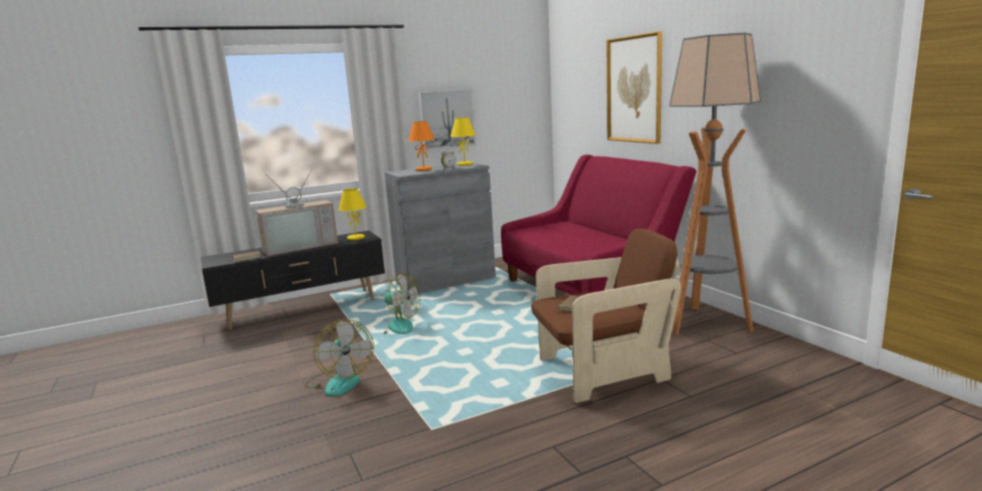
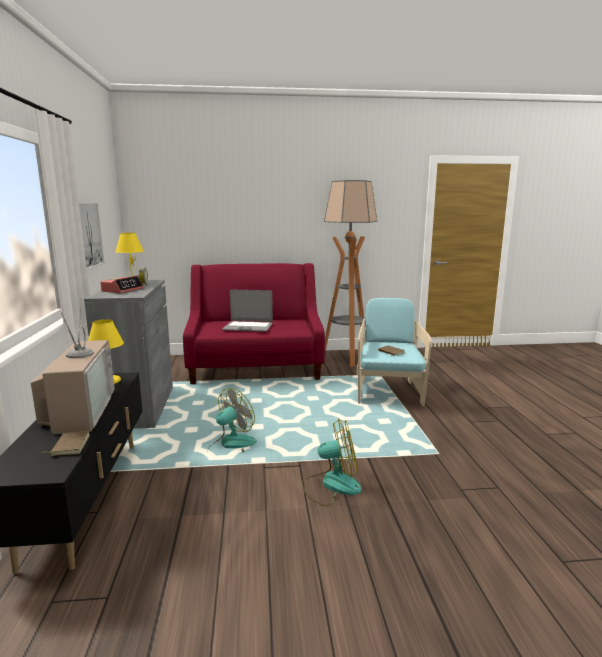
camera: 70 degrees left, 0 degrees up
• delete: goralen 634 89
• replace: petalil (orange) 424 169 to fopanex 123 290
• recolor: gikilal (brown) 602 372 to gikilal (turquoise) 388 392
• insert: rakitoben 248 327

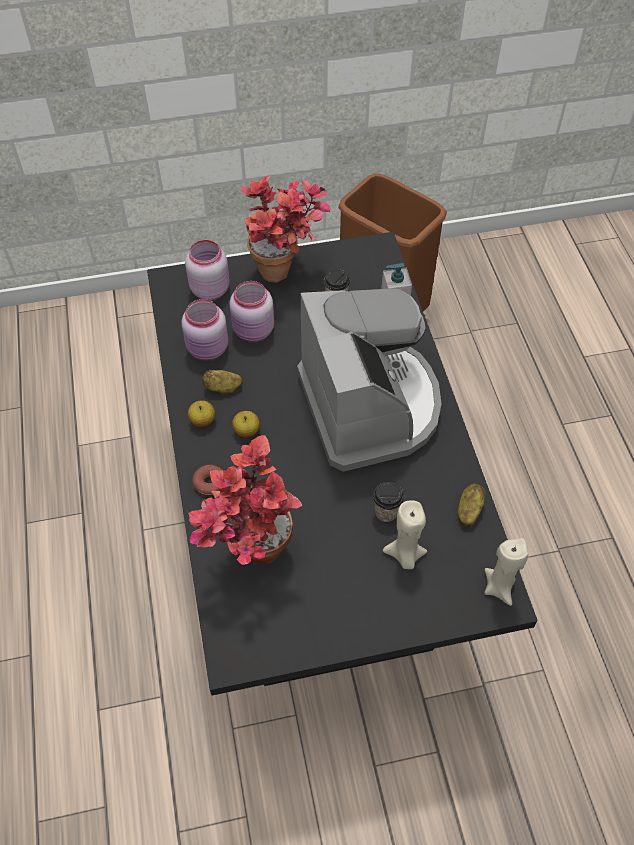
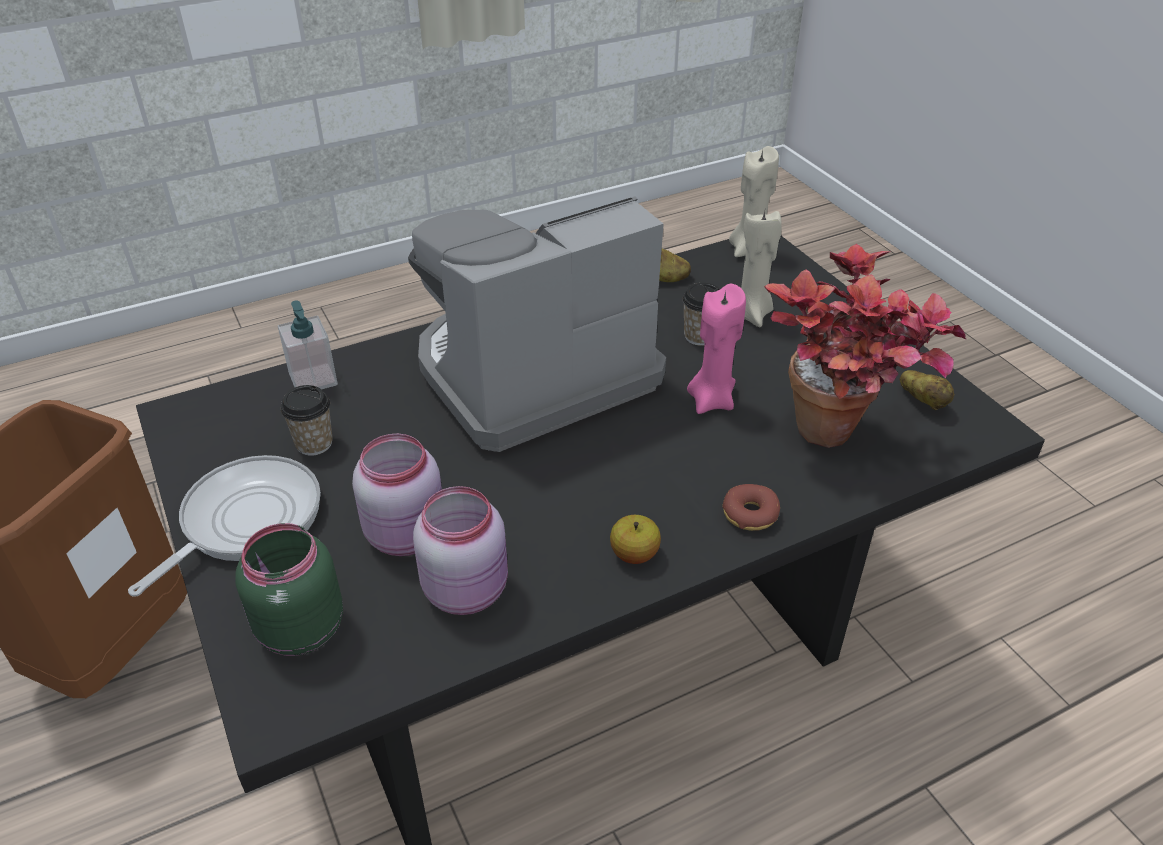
camera: 105 degrees left, 15 degrees down
• replace: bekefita 286 272 to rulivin 245 521
• recolor: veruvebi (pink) 209 288 to veruvebi (green) 298 630
• move: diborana 223 388 to 923 401
• delete: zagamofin 246 431
• insert: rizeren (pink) 711 400

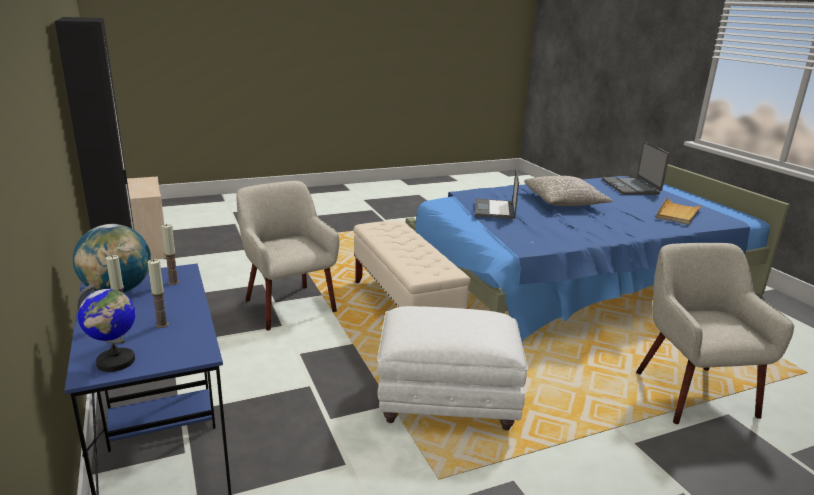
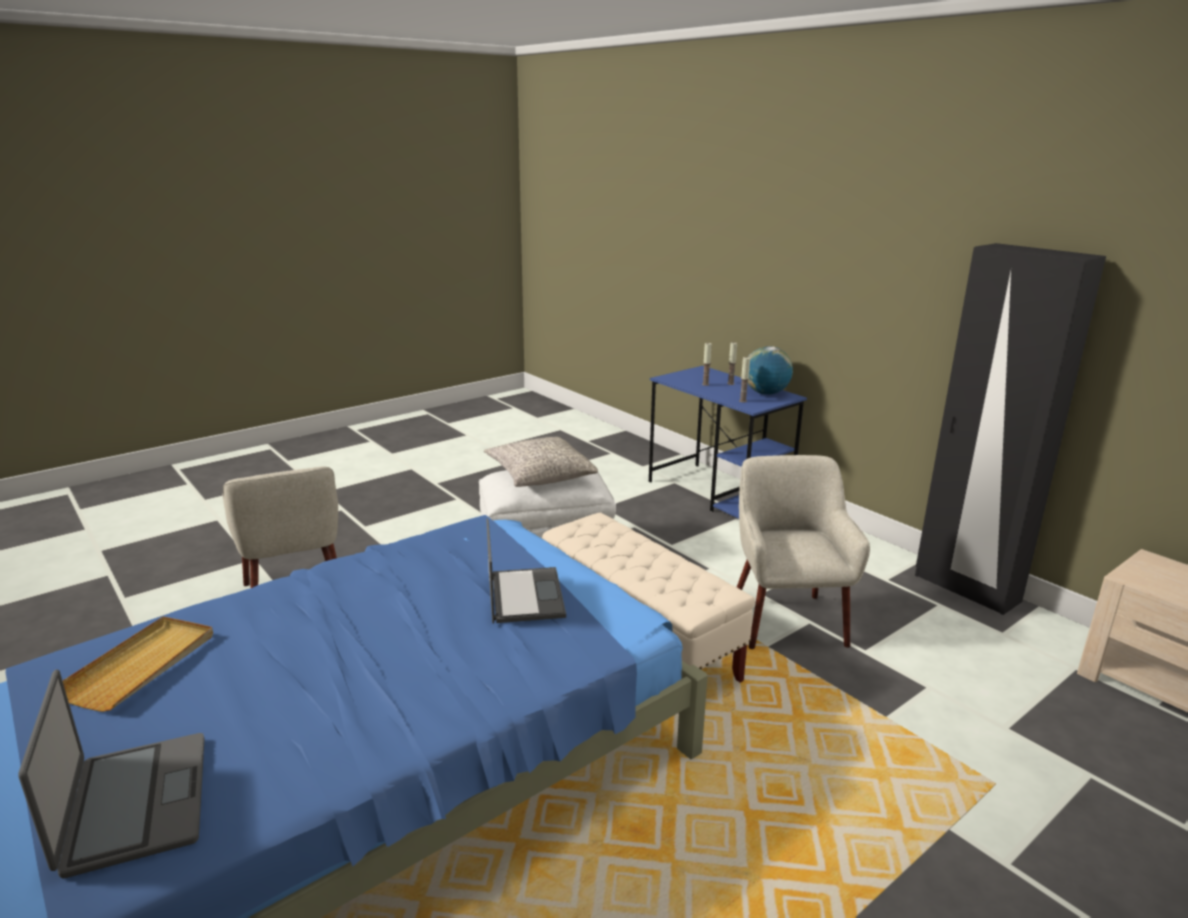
camera: 165 degrees right, 0 degrees up
• move: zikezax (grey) 564 202 to 539 475
• rotate: gikilal (beige) 288 306 = 786 620 135 degrees counterclockwise
• delete: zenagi 116 362

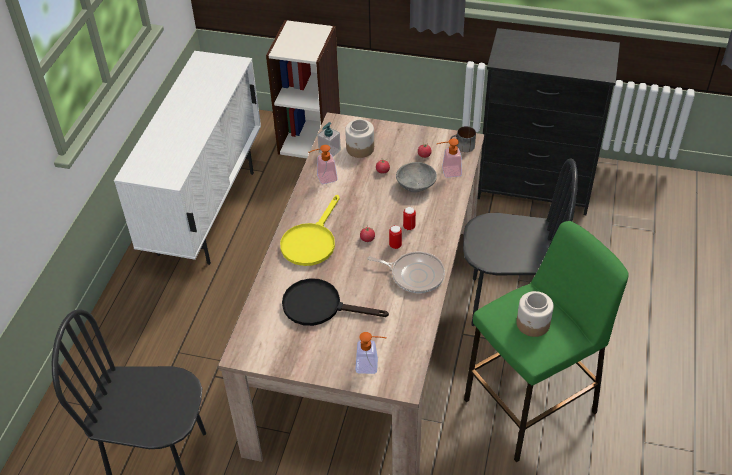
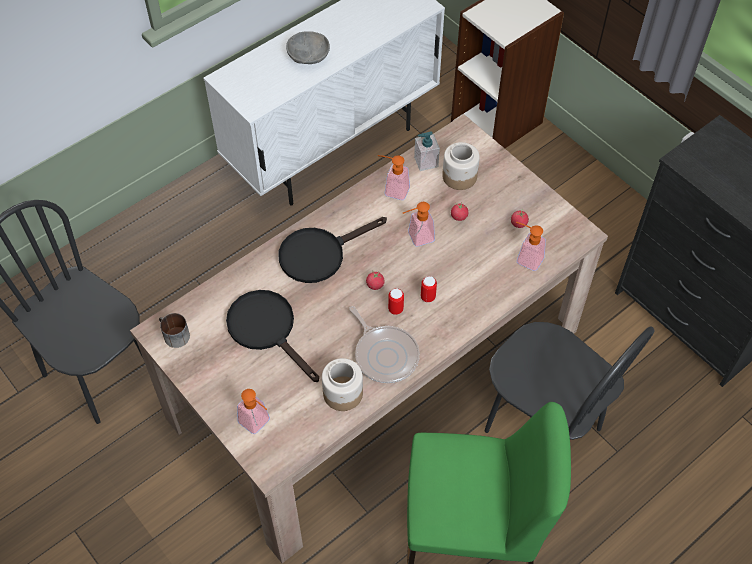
camera: 35 degrees right, 10 degrees up
• move: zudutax 462 146 to 173 335
• move: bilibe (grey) 416 186 to 309 58
• recolor: rulivin (yellow) 311 241 to rulivin (black) 320 253
• move: veruvebi 533 324 to 342 394
• insert: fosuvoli 416 238

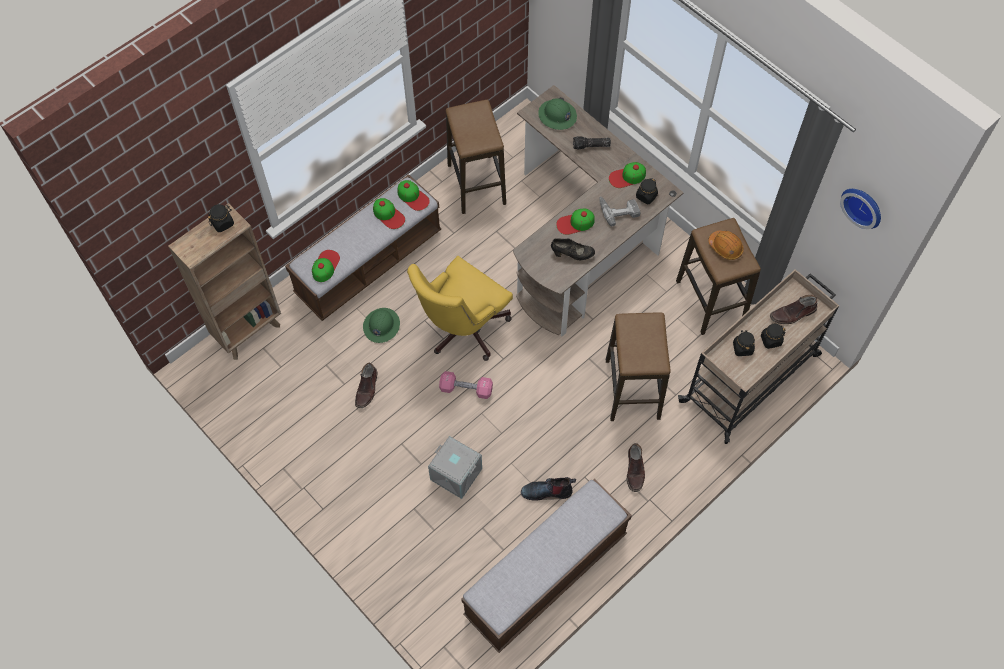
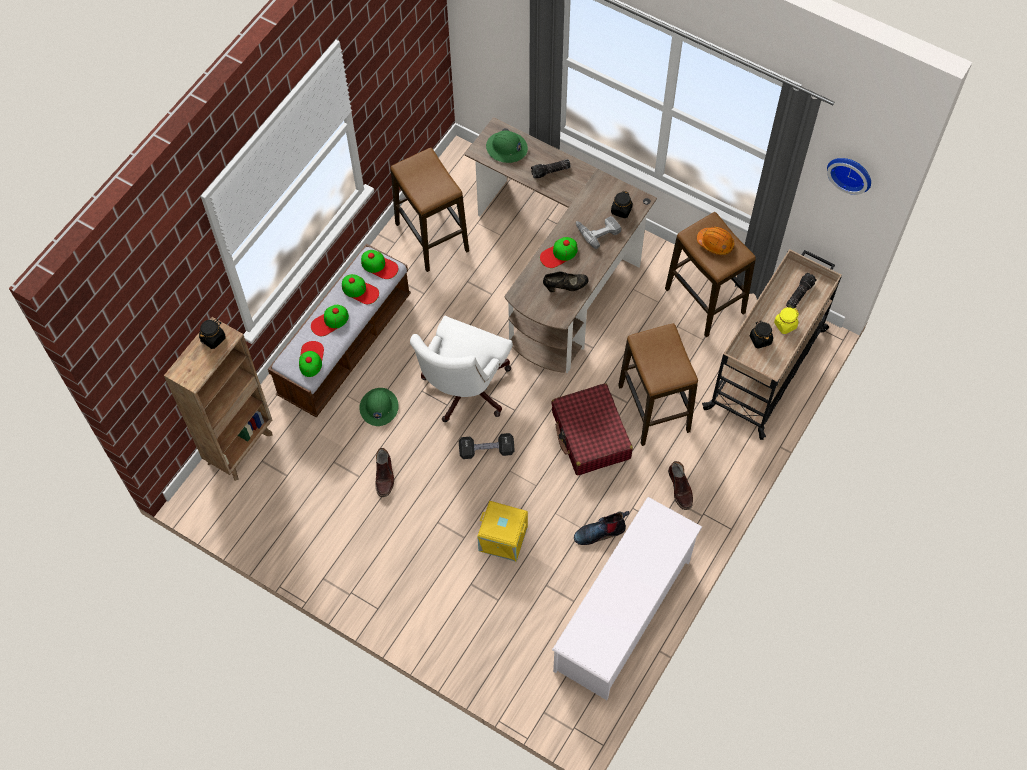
camera: 15 degrees left, 0 degrees up
• move: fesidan 627 177 to 330 322
• recolor: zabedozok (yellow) 461 329 to zabedozok (white) 463 391
• replace: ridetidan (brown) 793 314 to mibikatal 799 294
• recolor: veruvebi (black) 770 340 to veruvebi (yellow) 785 325
• recolor: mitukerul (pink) 466 389 to mitukerul (black) 486 450
• recolor: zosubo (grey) 455 474 to zosubo (yellow) 502 539
• replace: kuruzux 545 575 to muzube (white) 623 615
• insert: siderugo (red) 590 435

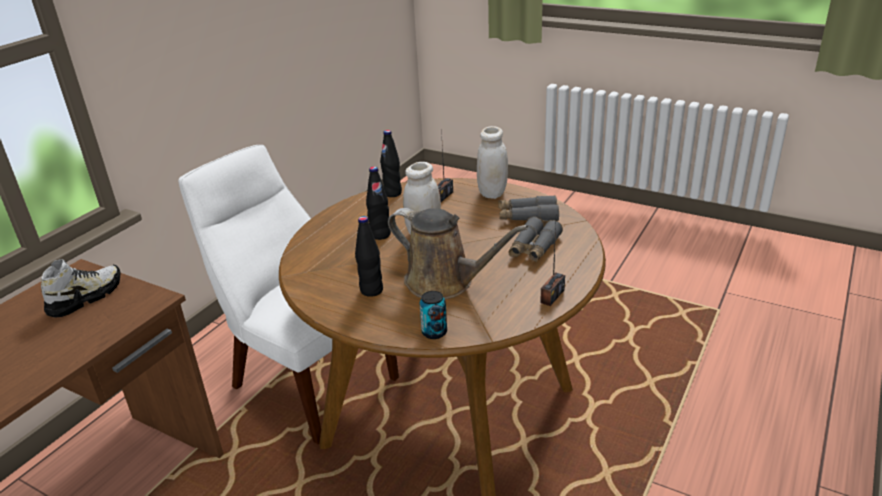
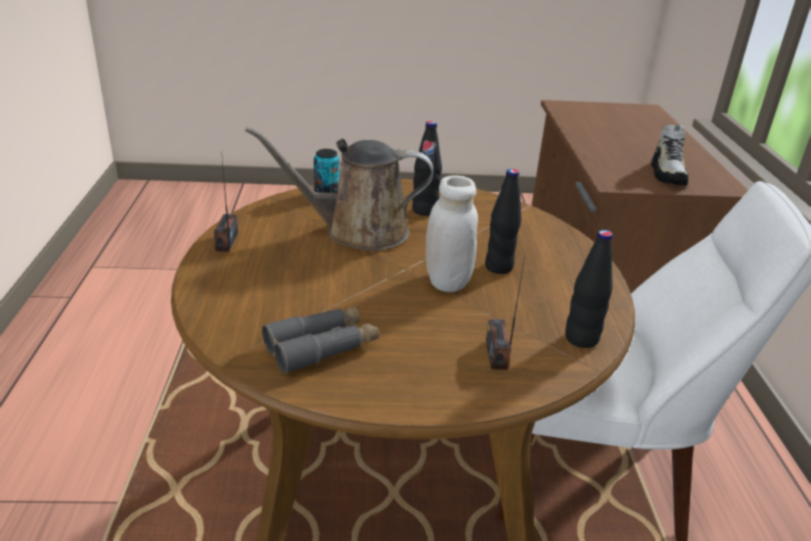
camera: 145 degrees right, 0 degrees up
• delete: veruvebi (white) 492 193
• delete: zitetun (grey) 534 248

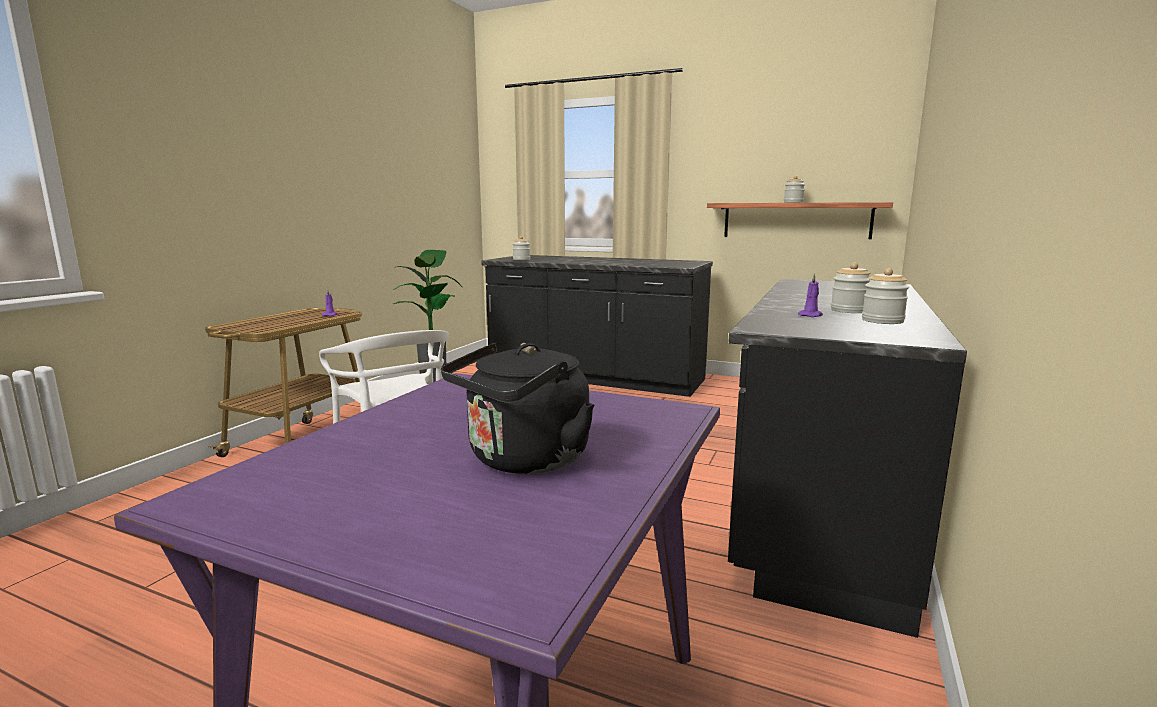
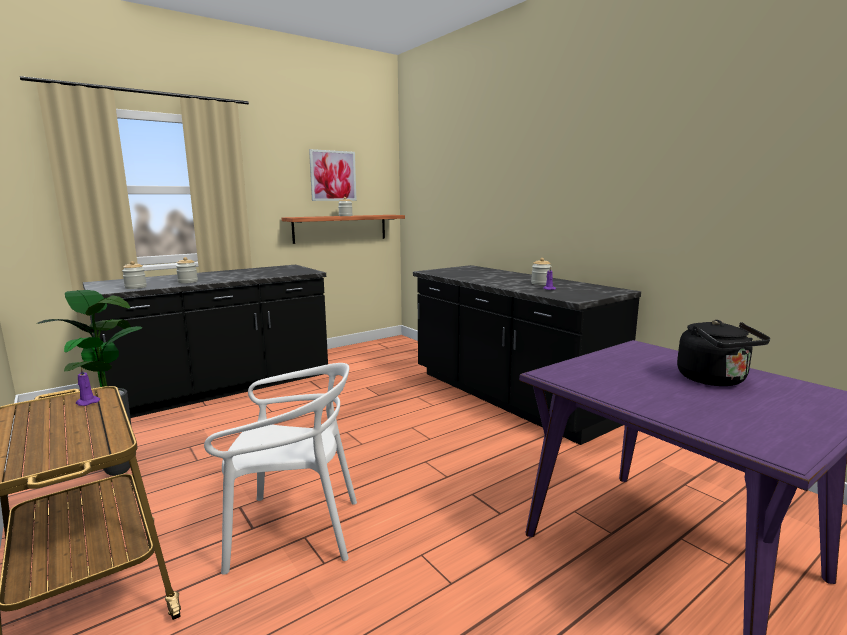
camera: 60 degrees left, 0 degrees up
• move: veruvebi 882 321 to 188 282
• insert: goralen 333 176

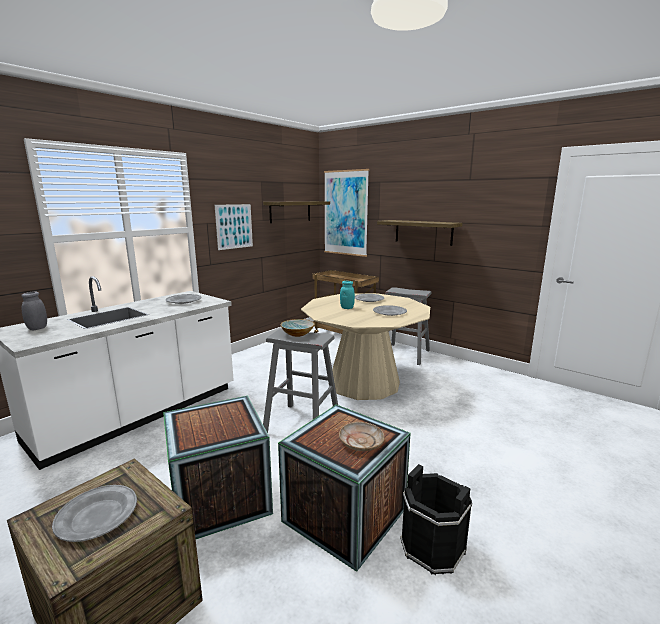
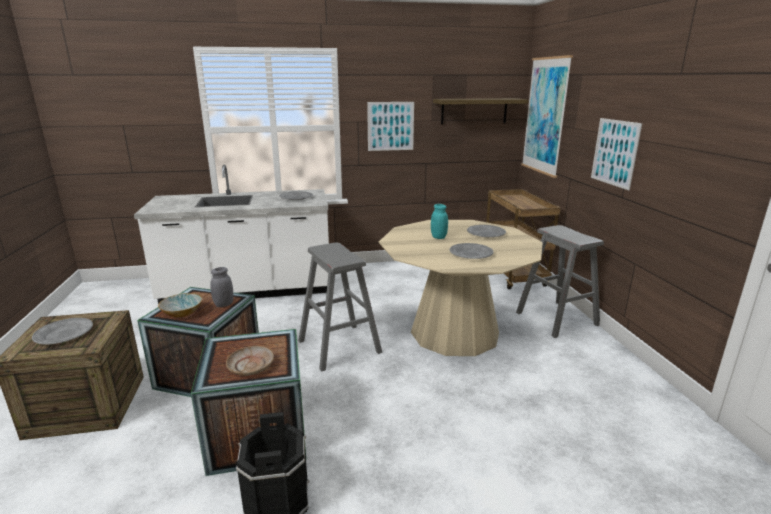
camera: 40 degrees right, 5 degrees up
• replace: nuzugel 423 232 to goralen 614 152
• move: veruvebi (grey) 37 328 to 224 304
• move: bilibe 297 334 to 183 313

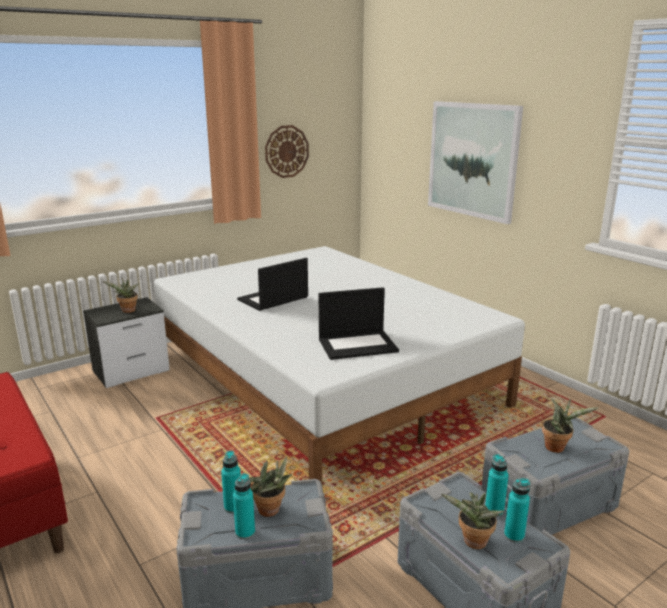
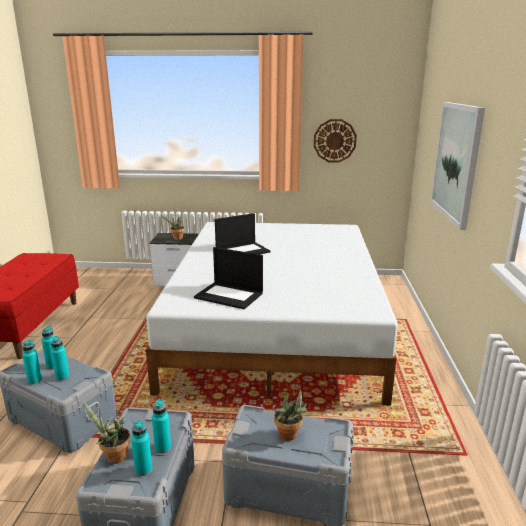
camera: 40 degrees right, 0 degrees up
• rotate: rakitoben 273 299 = 243 251 150 degrees clockwise
• replace: bekefita 271 511 to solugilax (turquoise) 62 377

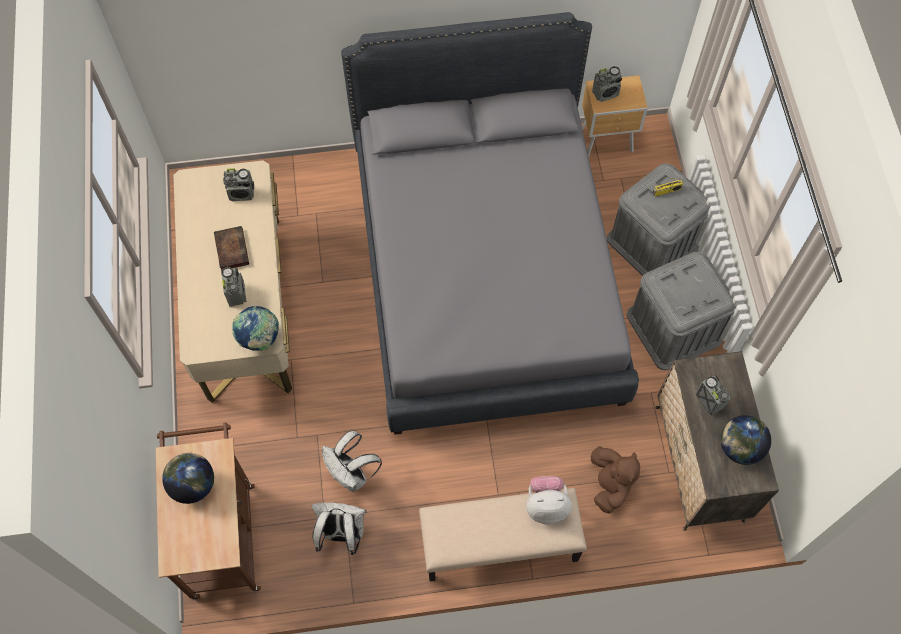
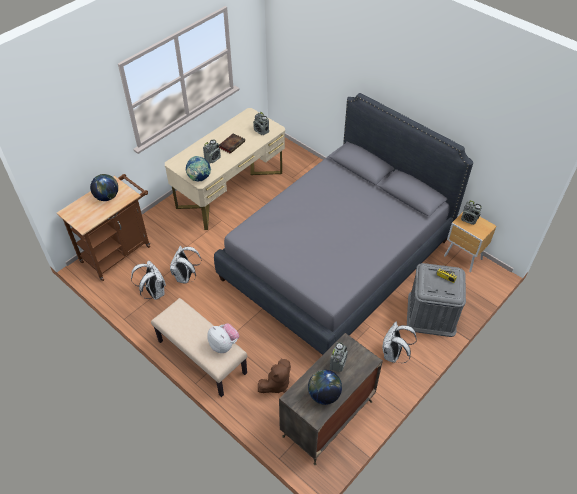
camera: 50 degrees right, 15 degrees down
• replace: zosubo (grey) 674 327 to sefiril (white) 393 355

